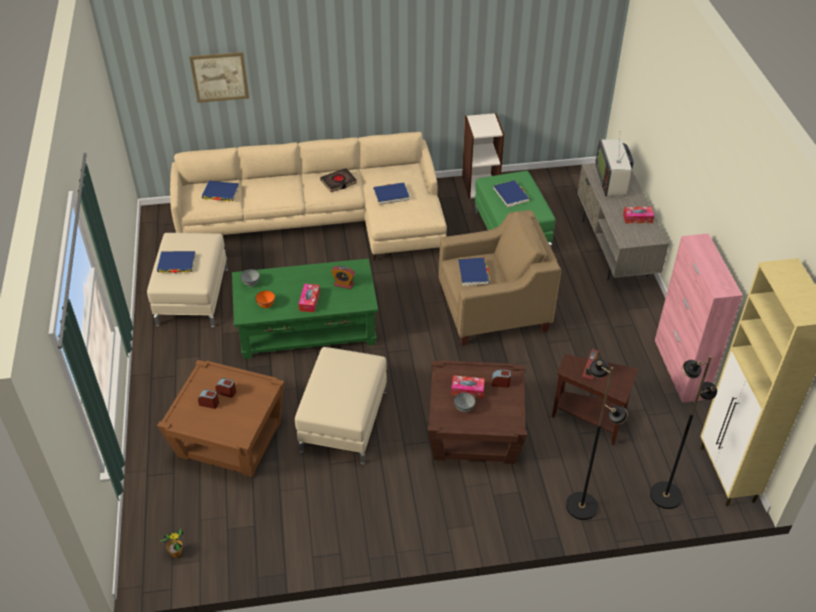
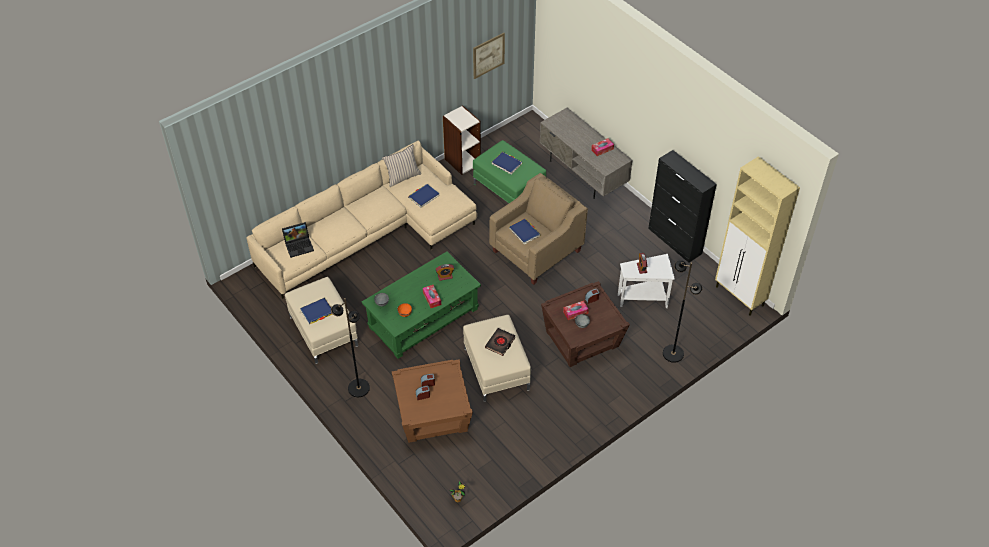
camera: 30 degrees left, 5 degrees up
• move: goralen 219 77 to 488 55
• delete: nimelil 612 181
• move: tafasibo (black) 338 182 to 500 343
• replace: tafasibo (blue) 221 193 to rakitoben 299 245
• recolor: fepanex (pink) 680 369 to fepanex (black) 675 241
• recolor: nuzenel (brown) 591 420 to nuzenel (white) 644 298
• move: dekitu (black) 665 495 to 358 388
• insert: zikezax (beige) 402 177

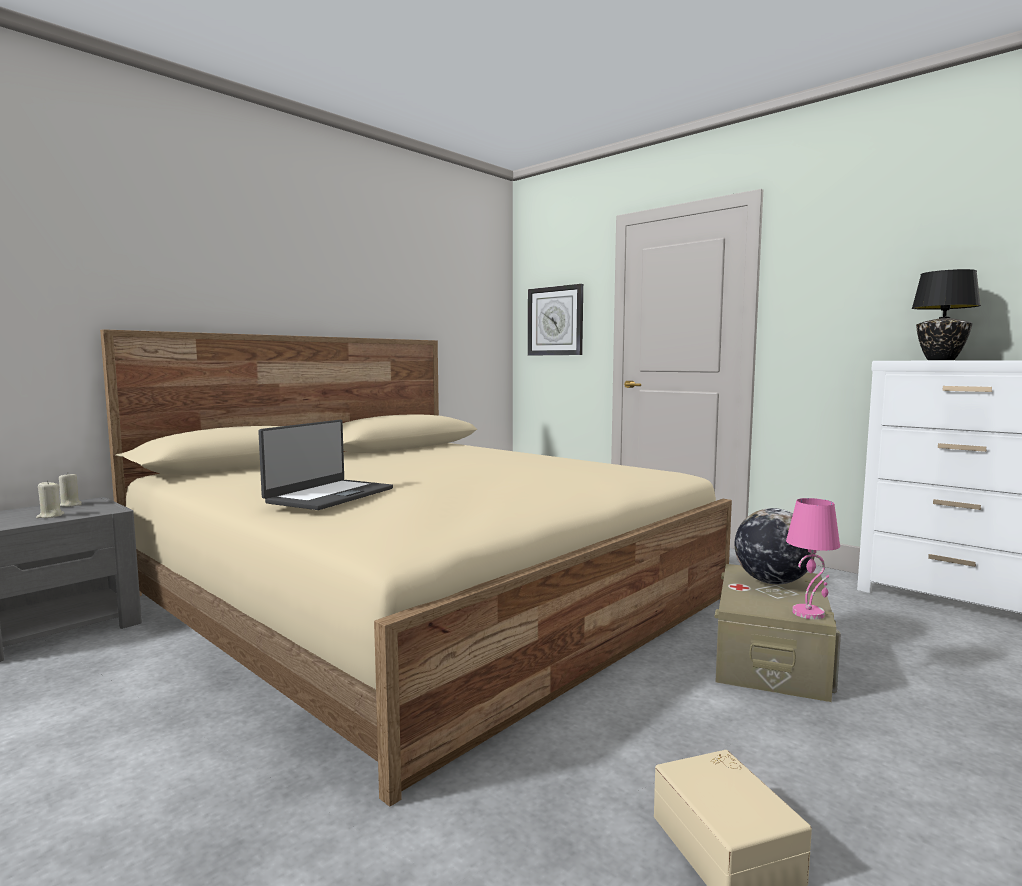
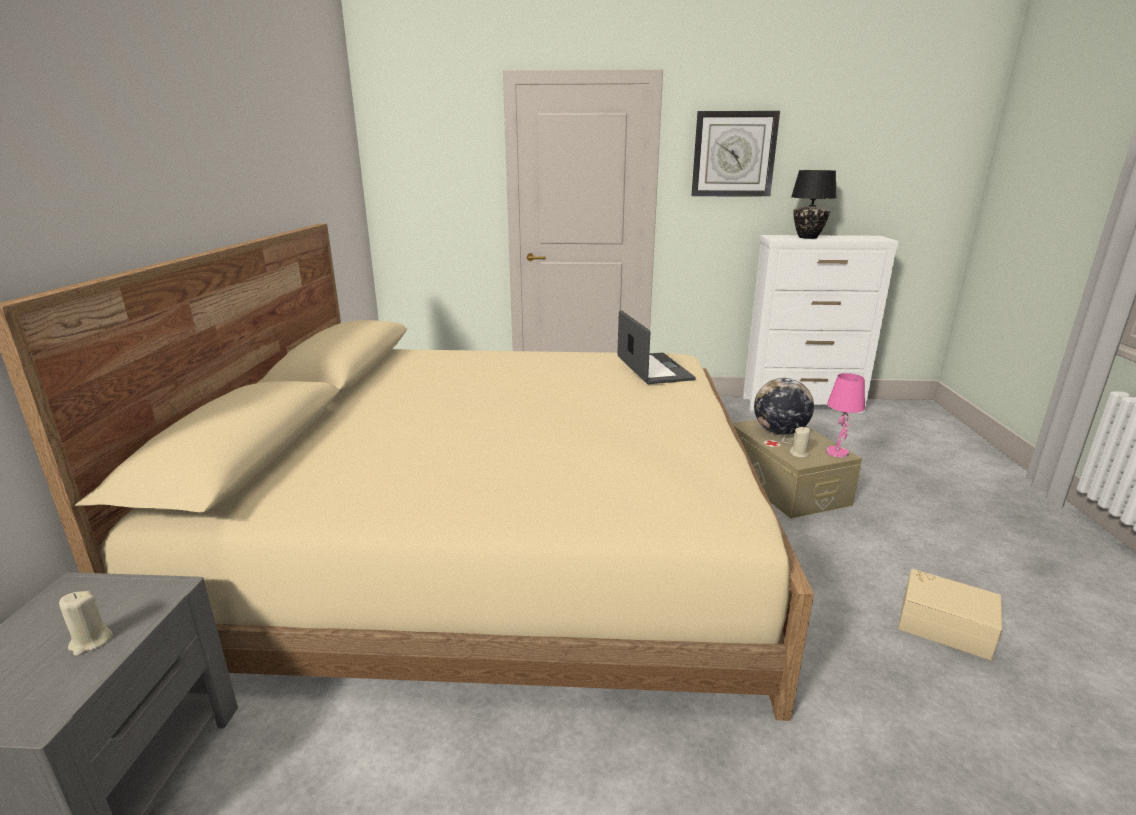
camera: 40 degrees left, 15 degrees up
• move: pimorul 555 321 to 734 154
• move: rakitoben 329 495 to 653 369
• move: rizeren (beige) 70 505 to 799 454

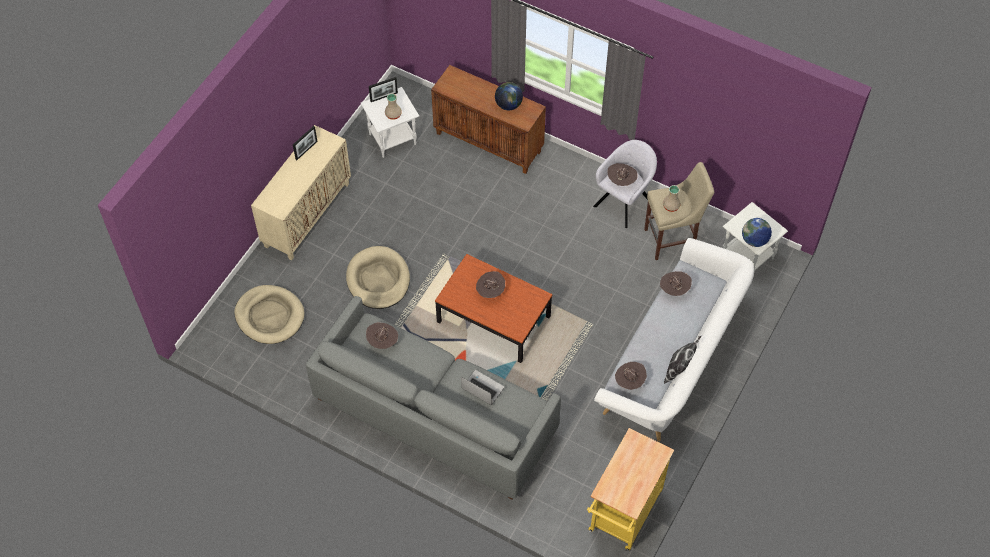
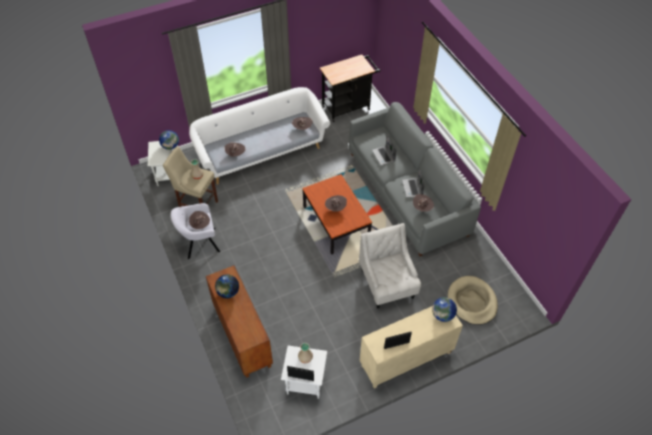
camera: 145 degrees left, 5 degrees down
• replace: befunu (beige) 378 280 to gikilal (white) 387 284
• delete: zikezax 680 369
• recolor: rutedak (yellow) 623 515 to rutedak (black) 348 107
• insert: rakitoben 412 188
• insert: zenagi 442 315

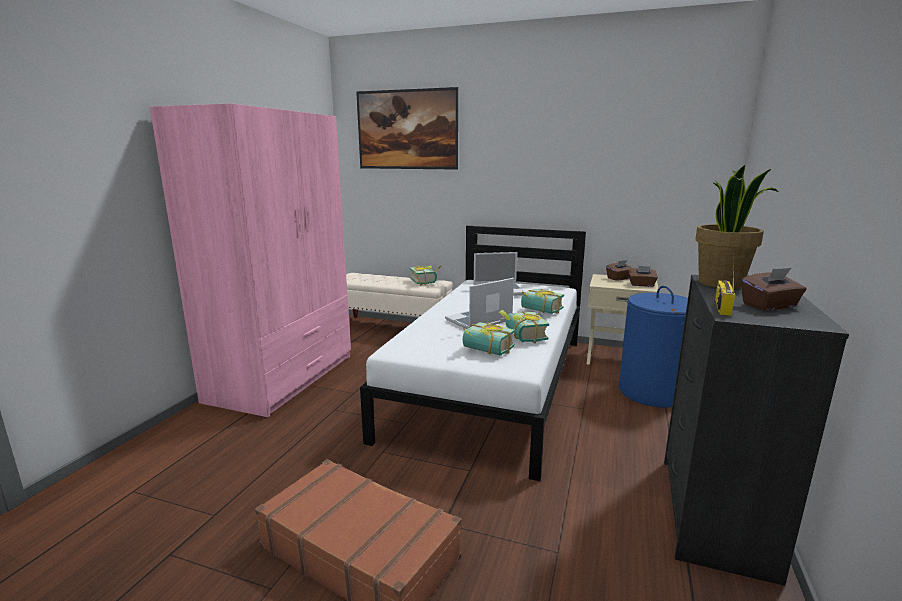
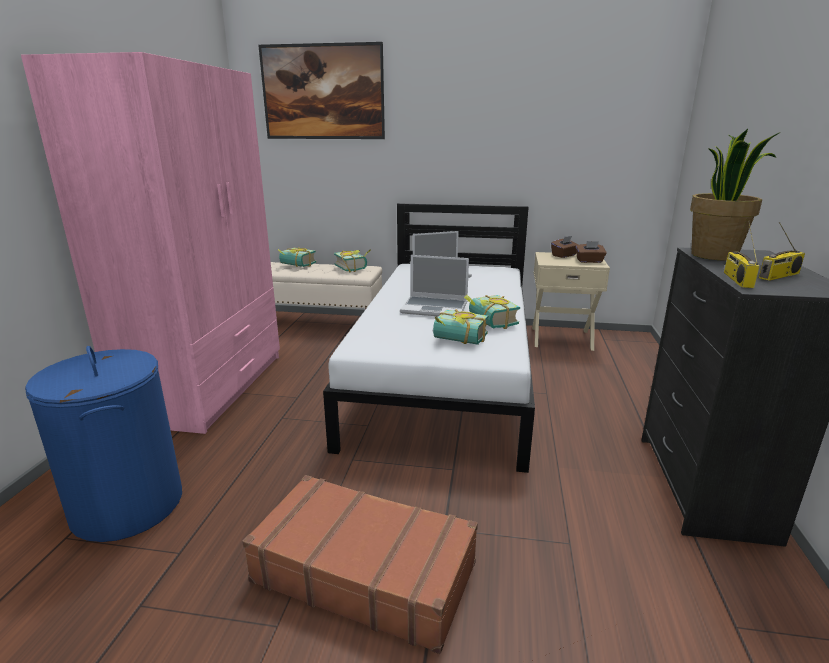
camera: 10 degrees left, 5 degrees up
• replace: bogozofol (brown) 769 306 to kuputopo 779 276
• rotate: rakitoben 478 321 = 435 308 120 degrees counterclockwise
• move: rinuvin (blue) 652 392 to 128 505
• move: tafasibo 539 311 to 296 265

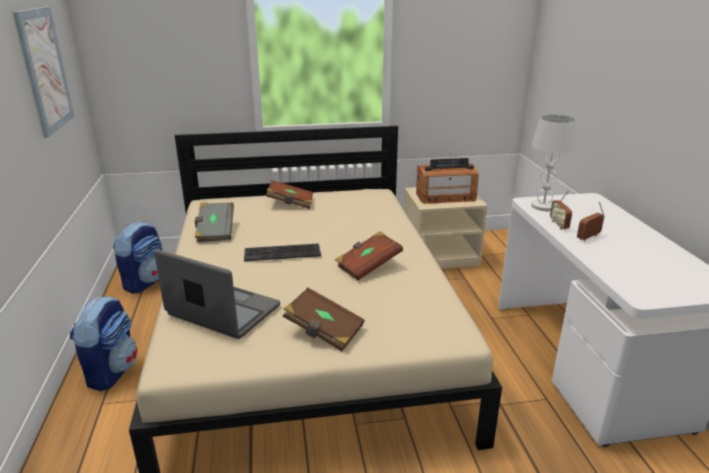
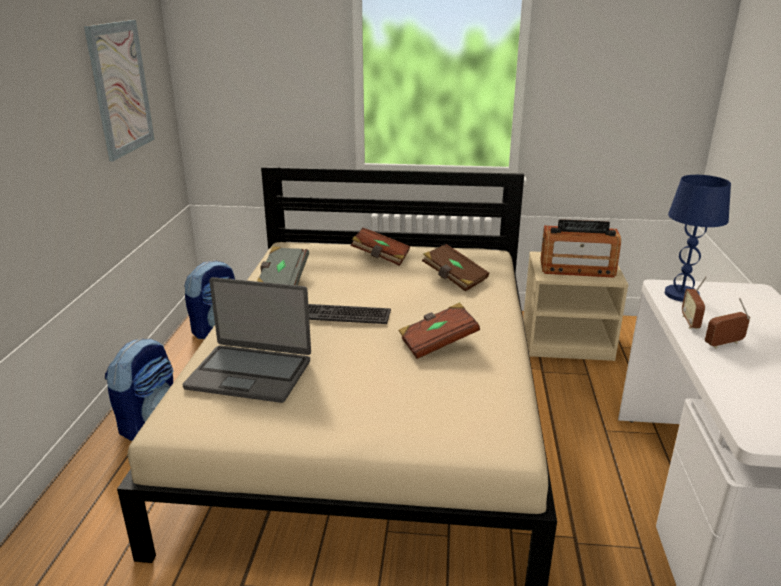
camera: 15 degrees right, 0 degrees up
• recolor: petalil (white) 543 206 to petalil (blue) 681 294
• rotate: rakitoben 223 311 = 250 373 150 degrees clockwise
• move: tafasibo (brown) 324 331 to 454 278

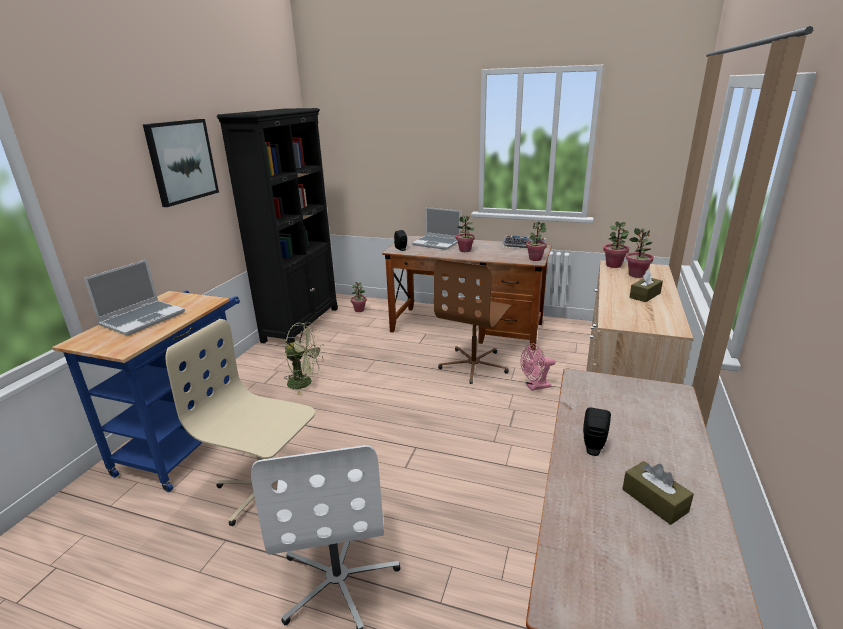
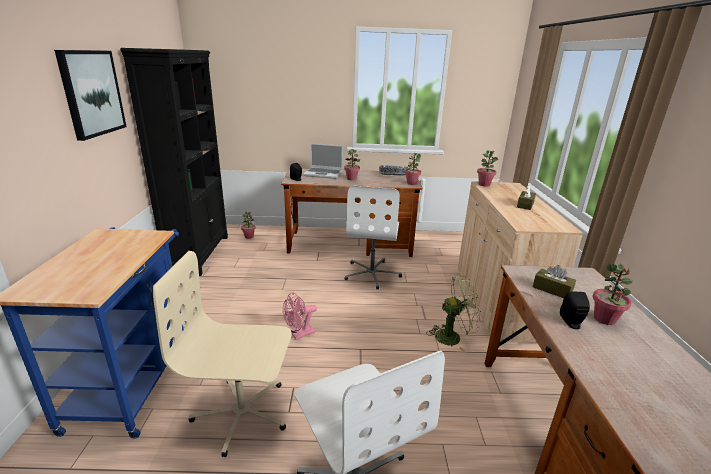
camera: 20 degrees left, 0 degrees up
• move: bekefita 636 275 to 604 319
• delete: rakitoben 143 318
• recolor: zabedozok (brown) 474 365 to zabedozok (white) 372 274
• move: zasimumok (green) 305 383 to 453 336
• move: zasimumok (pink) 535 387 to 299 334
• move: bogozofol (brown) 654 500 to 552 289

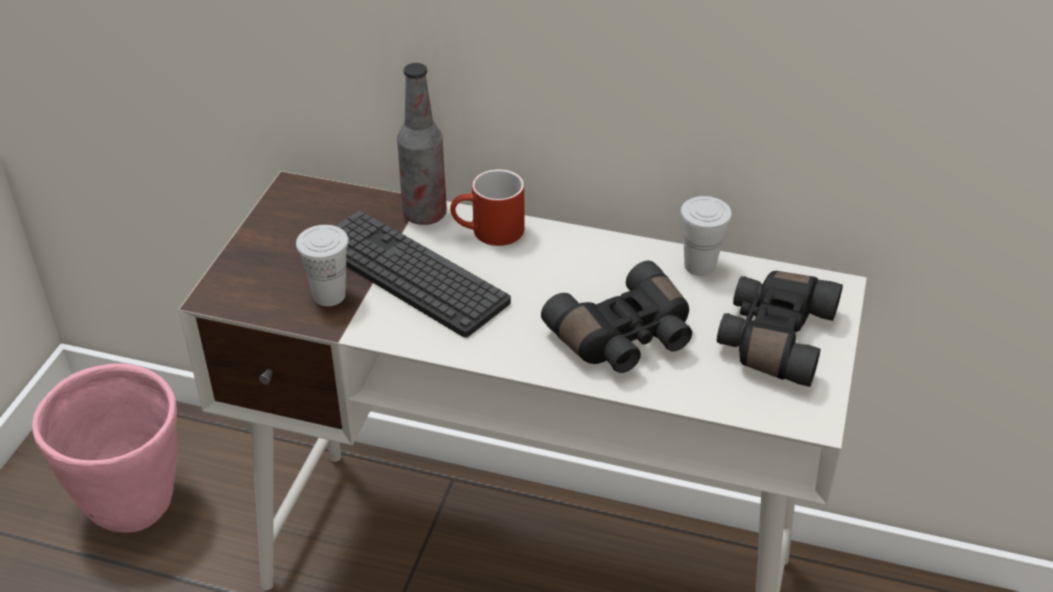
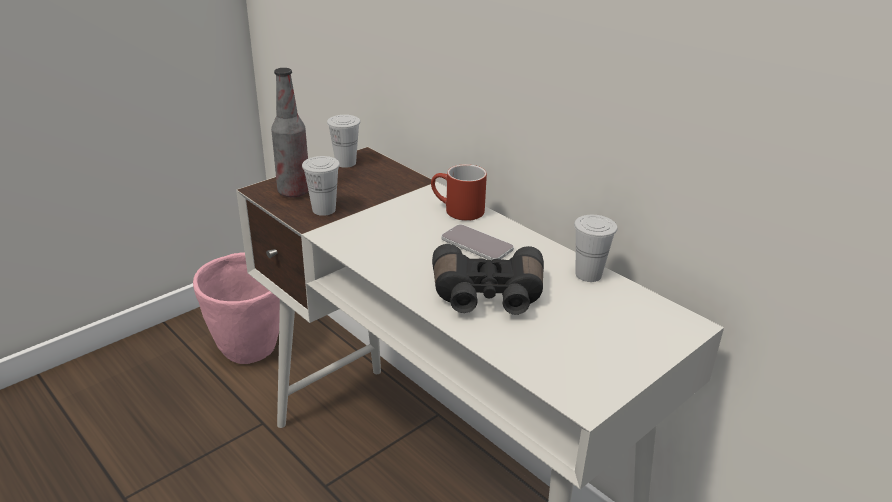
camera: 30 degrees right, 10 degrees down
• move: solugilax 424 214 to 294 192
• delete: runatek 410 274
• delete: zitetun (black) 773 338
• insert: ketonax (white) 345 163
• insert: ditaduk 477 244

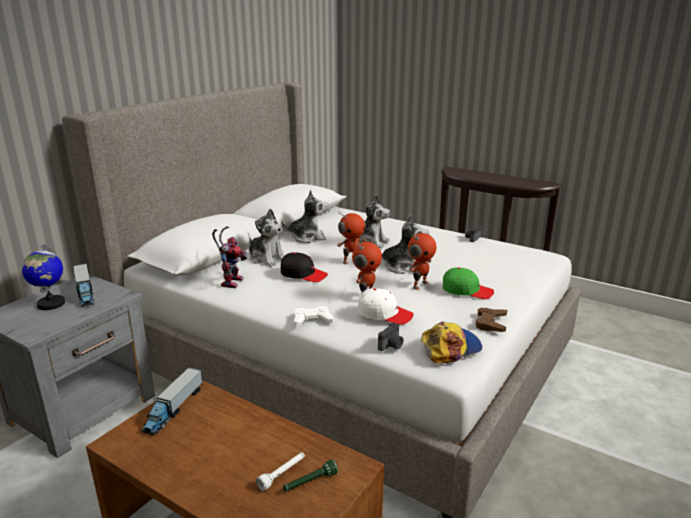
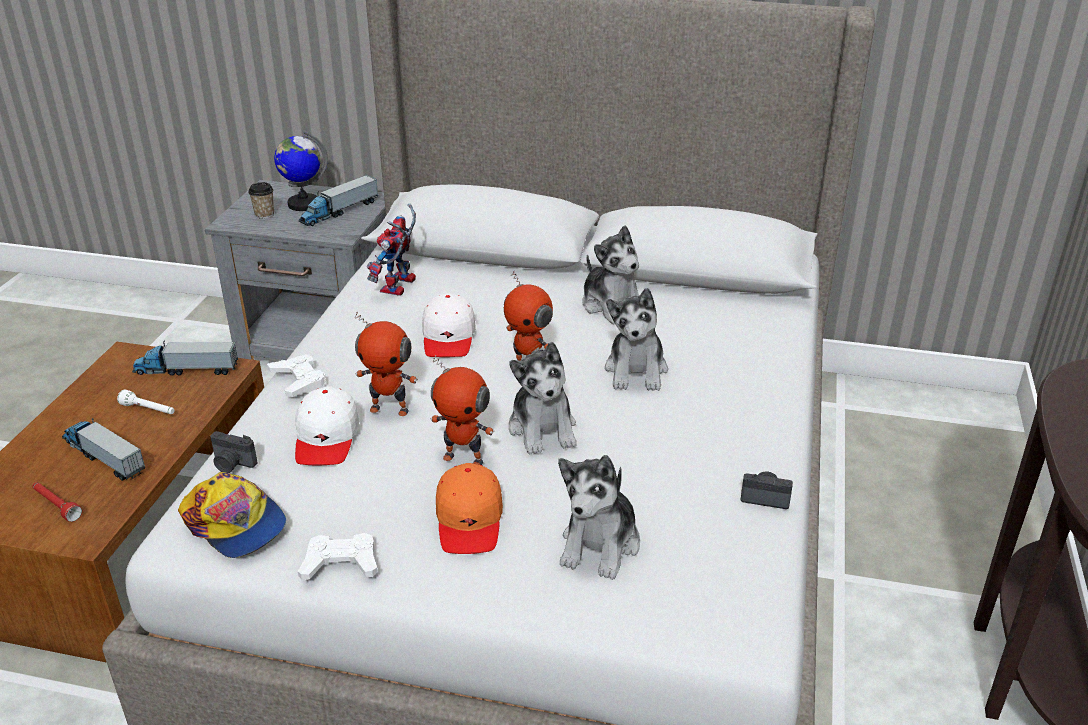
camera: 70 degrees right, 10 degrees up
• move: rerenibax 267 258 to 600 544
• rotate: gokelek 231 281 = 399 288 120 degrees clockwise
• recolor: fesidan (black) 303 274 to fesidan (white) 449 337
• recolor: fesidan (green) 467 290 to fesidan (orange) 469 520
• recolor: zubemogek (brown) 491 323 to zubemogek (white) 340 563
• move: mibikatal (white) 282 474 to 149 410
• recolor: mibikatal (green) 310 482 to mibikatal (red) 56 506
• insert: ketonax 264 214
• insert: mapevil 103 457

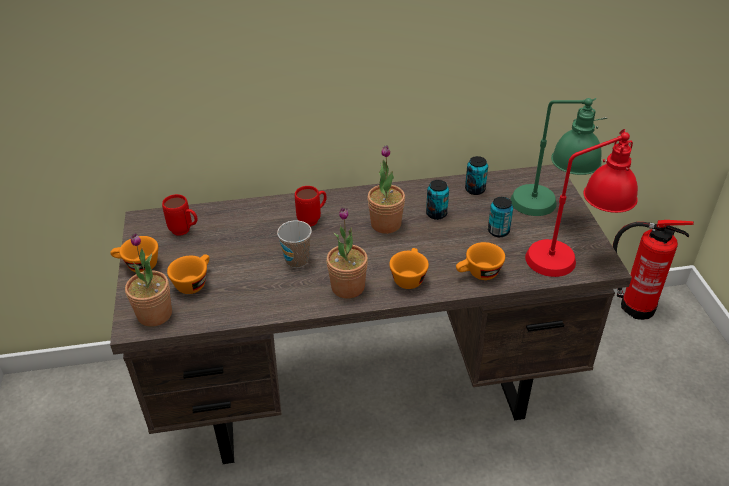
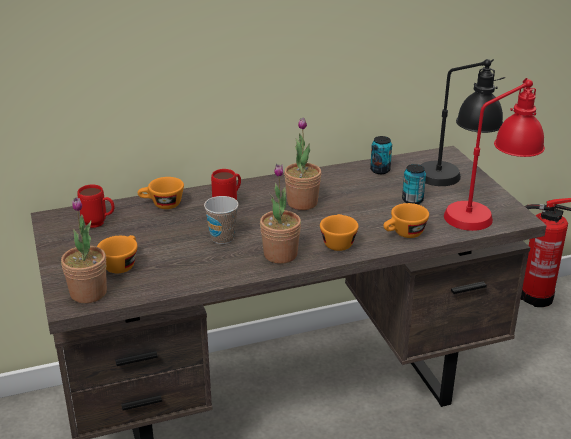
camera: 10 degrees left, 10 degrees down
• recolor: petalil (green) 549 211 to petalil (black) 455 182
• delete: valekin 436 214
• move: ketonax (orange) 137 265 to 162 205

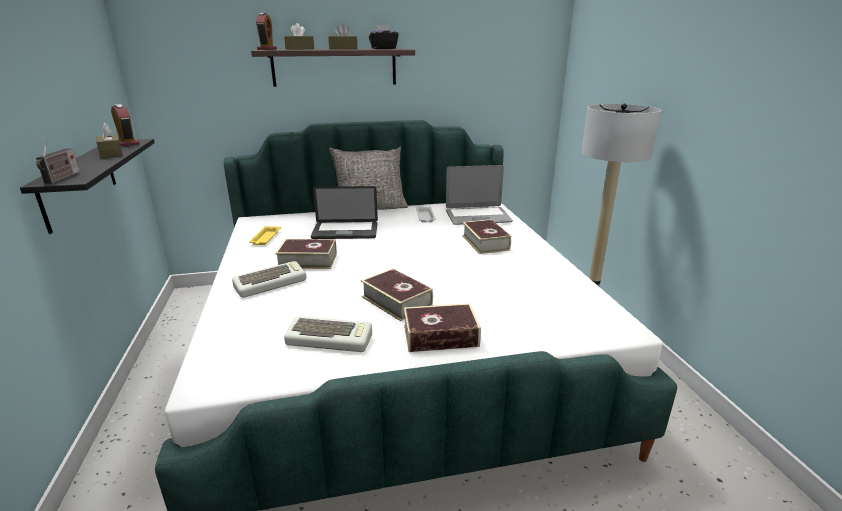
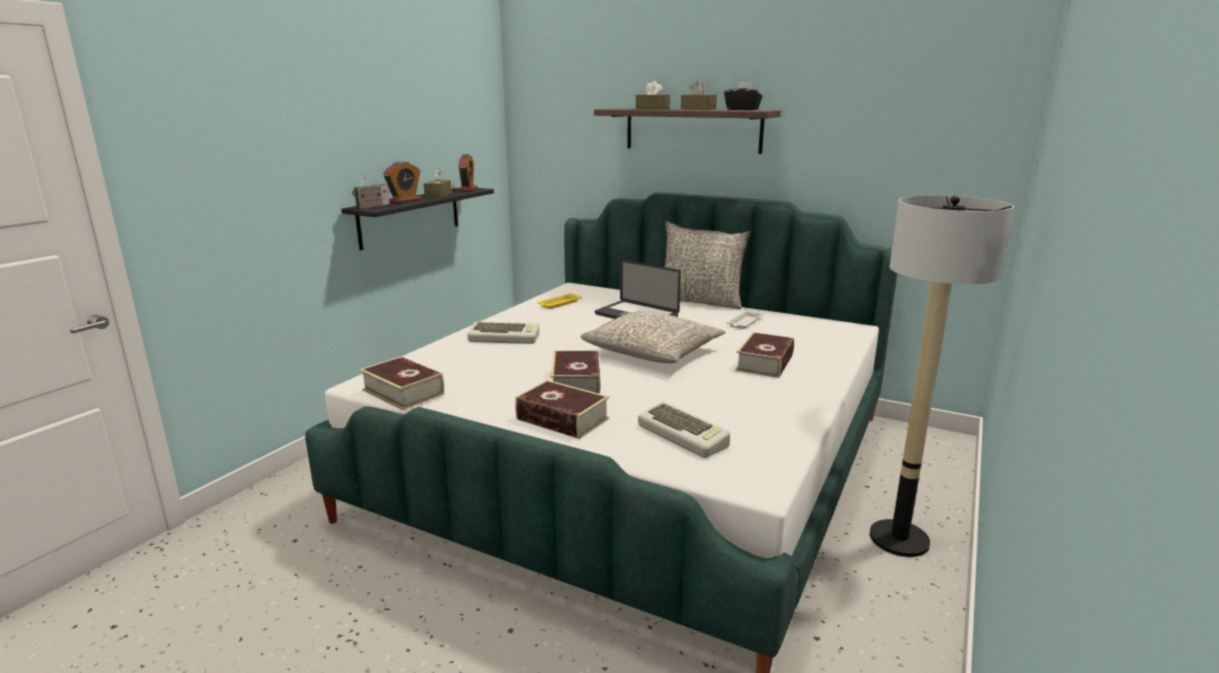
camera: 40 degrees right, 5 degrees down
• move: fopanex 267 49 to 404 200
• delete: rakitoben 477 217
• move: tafasibo 308 261 to 403 392
• move: runatek 331 339 to 684 436
• insert: zikezax (grey) 653 352

